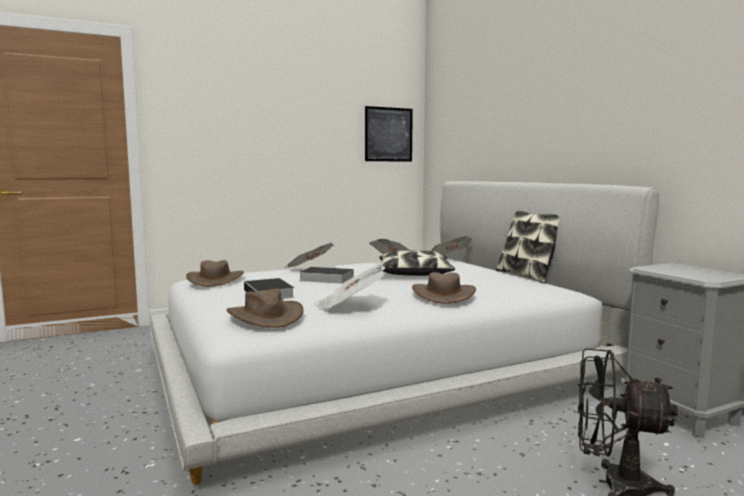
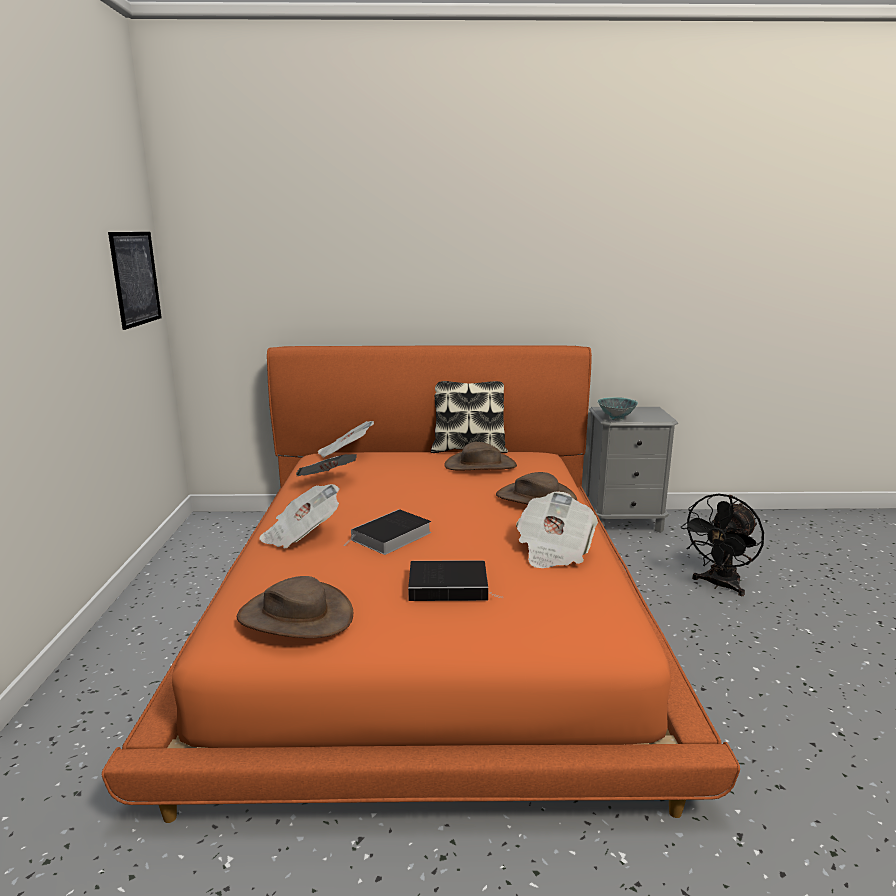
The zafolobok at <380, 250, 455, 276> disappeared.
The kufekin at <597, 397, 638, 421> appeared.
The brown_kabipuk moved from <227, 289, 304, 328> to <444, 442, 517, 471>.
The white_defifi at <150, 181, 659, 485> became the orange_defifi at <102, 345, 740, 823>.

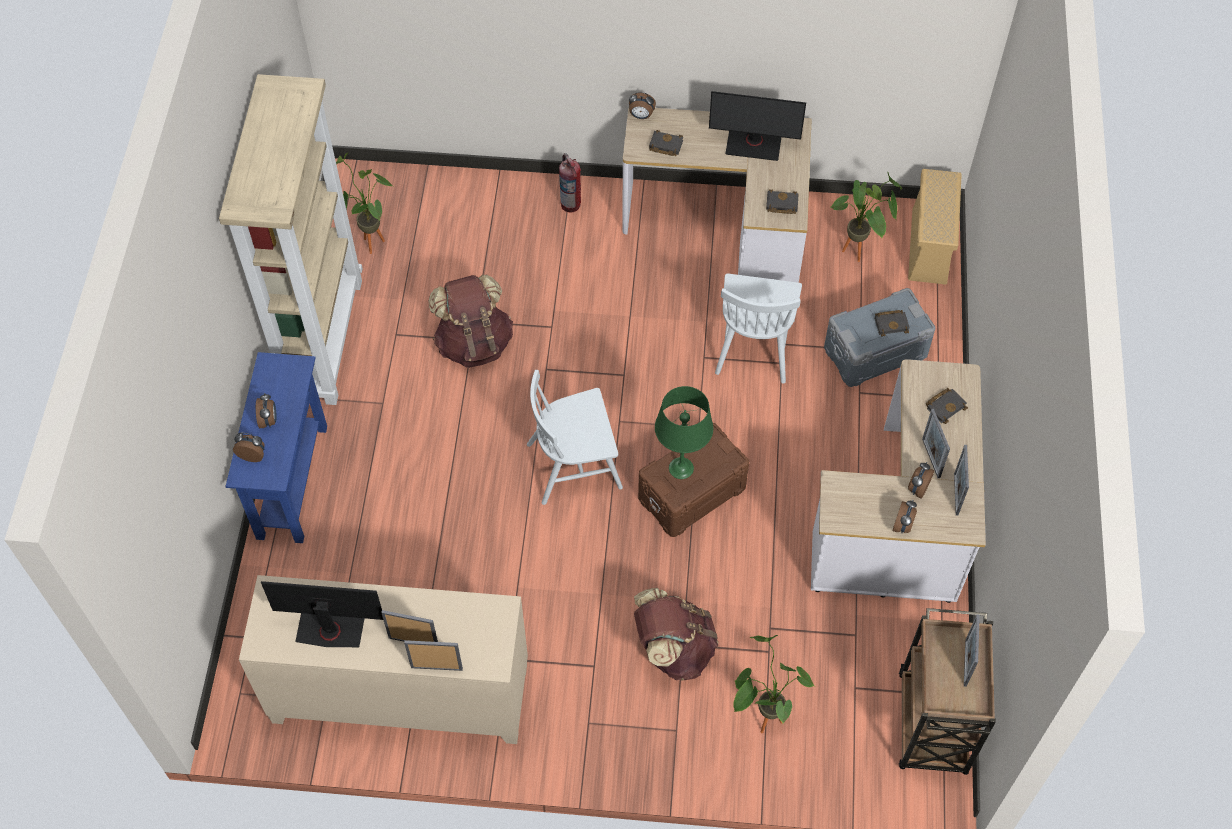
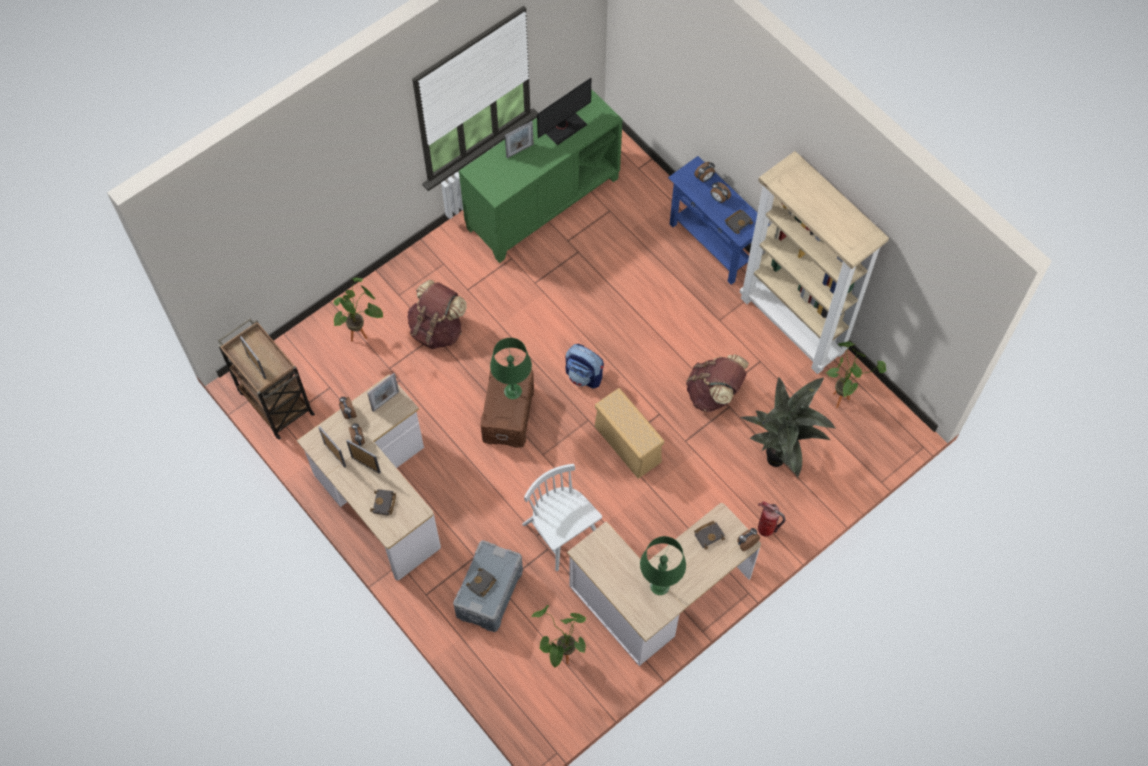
The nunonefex at <740, 377, 835, 478> appeared.
The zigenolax moved from <404, 640, 463, 671> to <367, 373, 399, 412>.
The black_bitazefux moved from <766, 189, 799, 214> to <725, 210, 753, 234>.
The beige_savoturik moved from <908, 169, 962, 285> to <594, 388, 664, 478>.
The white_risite at <527, 370, 623, 505> was replaced by the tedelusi at <566, 344, 604, 389>.
The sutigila at <709, 91, 806, 161> was replaced by the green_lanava at <640, 536, 686, 595>.
The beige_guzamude at <239, 575, 528, 744> became the green_guzamude at <459, 89, 622, 263>.

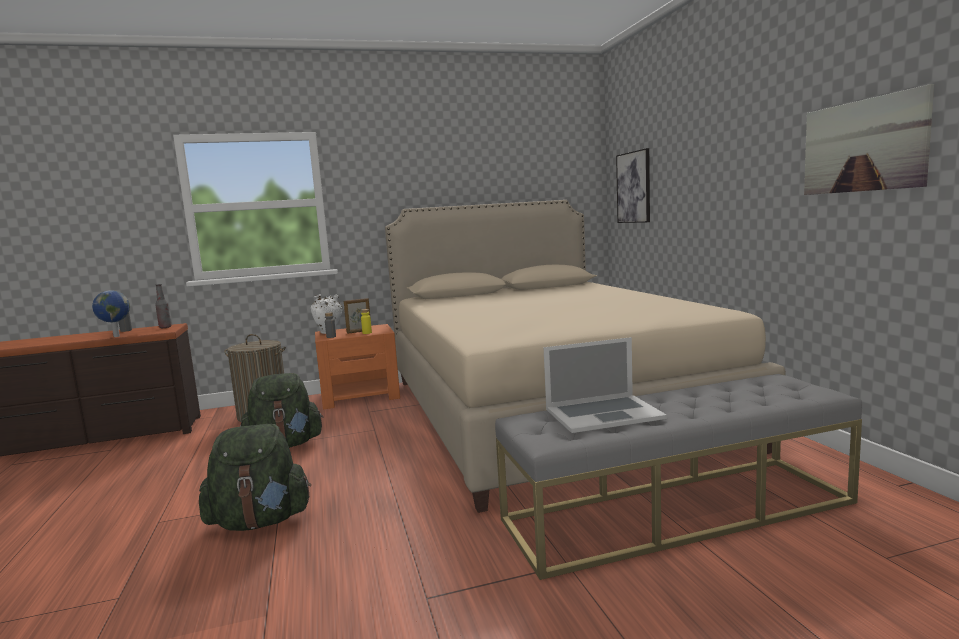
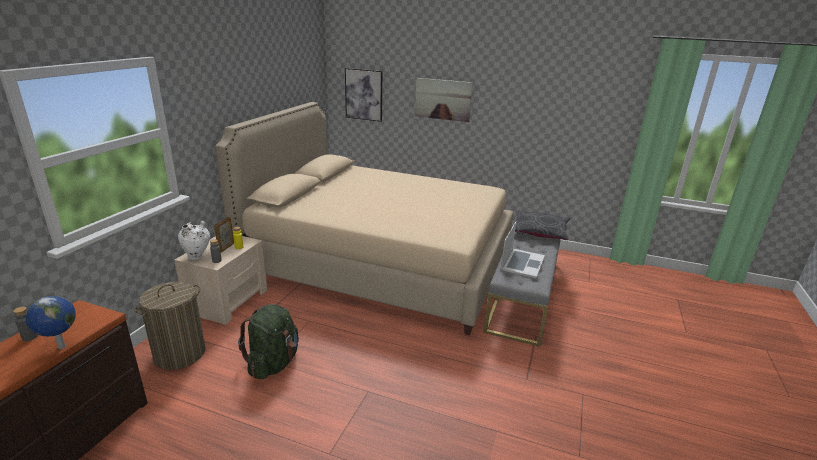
The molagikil at <155, 284, 172, 328> disappeared.
The green_tedelusi at <199, 424, 311, 531> disappeared.
The grey_zafolobok at <515, 210, 570, 240> appeared.
The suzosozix moved from <804, 84, 934, 195> to <415, 78, 473, 122>.
The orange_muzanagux at <315, 324, 400, 409> became the beige_muzanagux at <174, 236, 267, 325>.

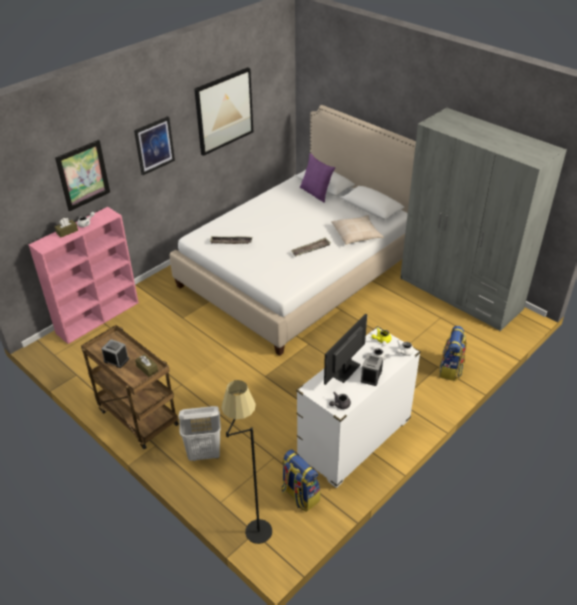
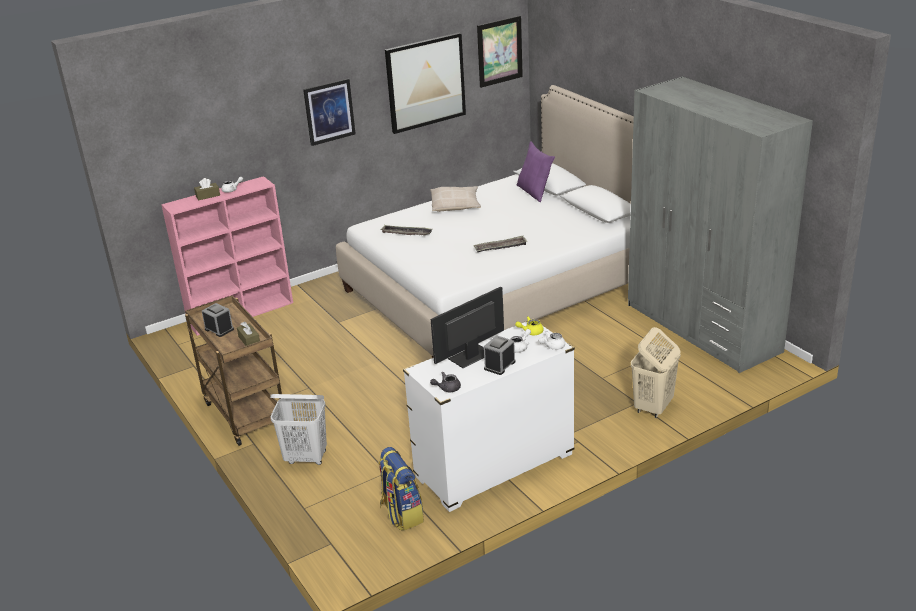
The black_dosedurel at <221, 380, 272, 544> disappeared.
The suzosozix moved from <55, 140, 110, 211> to <477, 16, 523, 88>.
The beige_zafolobok moved from <332, 215, 384, 245> to <430, 186, 481, 212>.
The tedelusi at <439, 326, 466, 381> was replaced by the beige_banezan at <631, 327, 681, 418>.

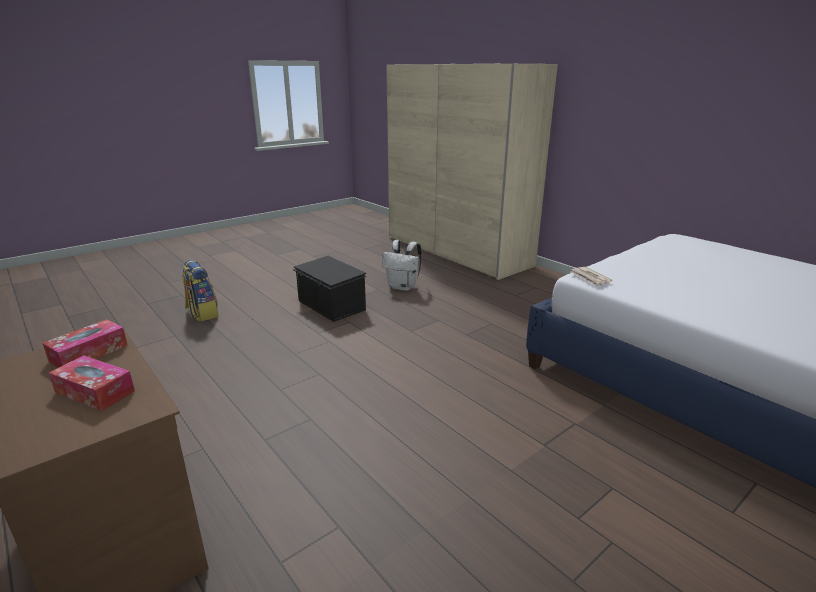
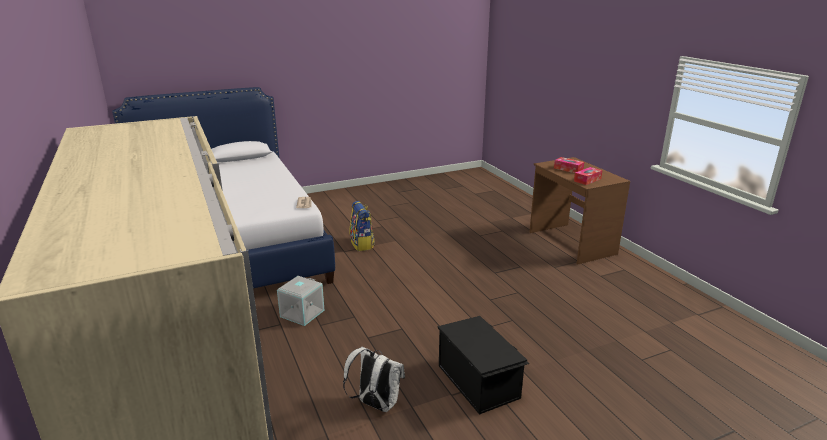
The grey_savoturik at <277, 276, 324, 326> appeared.
The tedelusi moved from <183, 259, 219, 322> to <350, 201, 375, 251>.

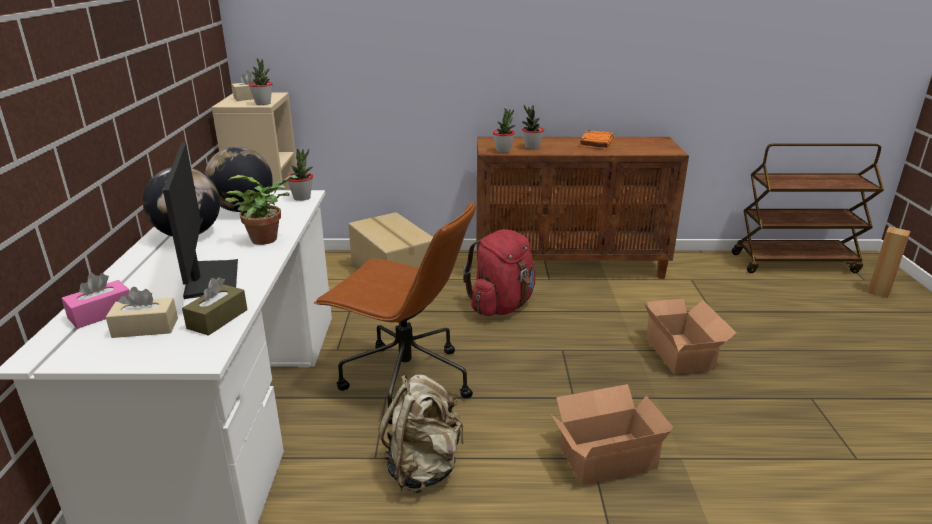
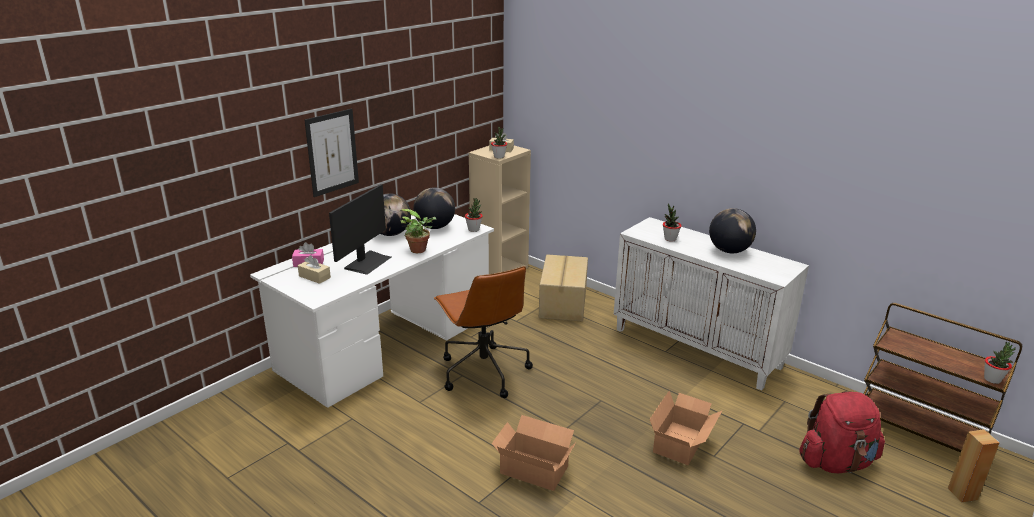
The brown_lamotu at <182, 277, 248, 336> disappeared.
The beige_tedelusi at <379, 374, 464, 493> disappeared.
The suzosozix at <305, 109, 359, 197> appeared.
The red_tedelusi moved from <463, 229, 536, 316> to <799, 391, 885, 473>.
The nunonefex moved from <493, 108, 515, 153> to <984, 342, 1016, 384>.
The orange_bitazefux at <580, 130, 614, 149> was replaced by the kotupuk at <709, 208, 756, 253>.
The brown_guzamude at <476, 137, 689, 279> became the white_guzamude at <614, 217, 809, 391>.

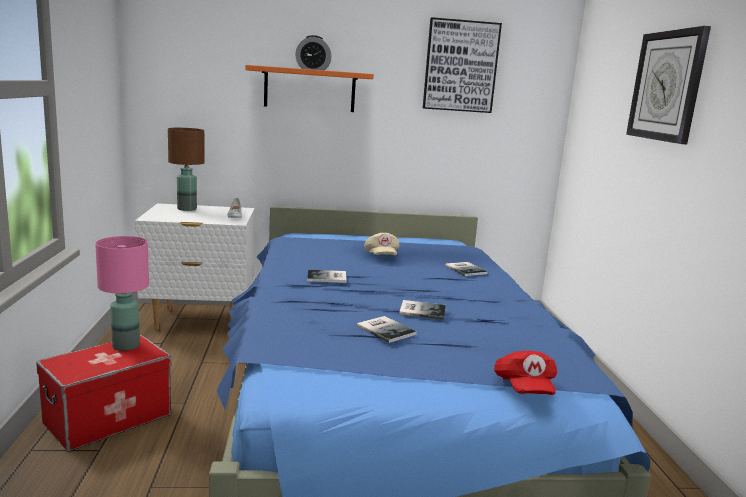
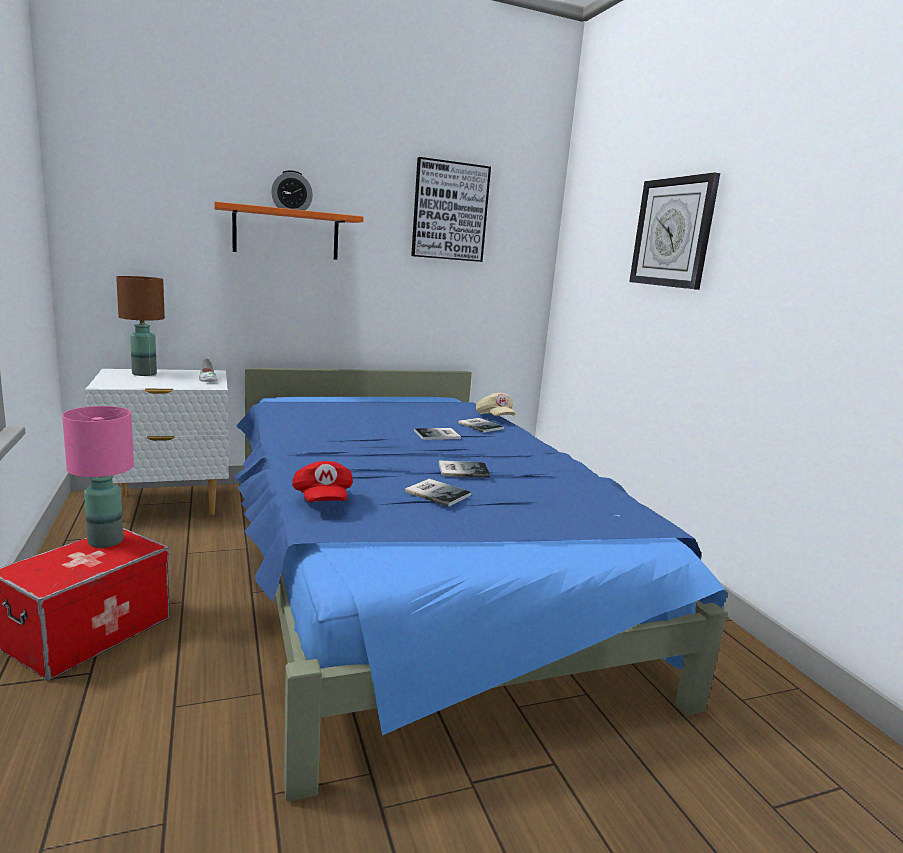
The bitazefux moved from <307, 270, 347, 283> to <414, 428, 461, 440>.
The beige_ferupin moved from <364, 233, 400, 255> to <476, 393, 516, 416>.
The red_ferupin moved from <494, 351, 557, 395> to <292, 461, 353, 502>.

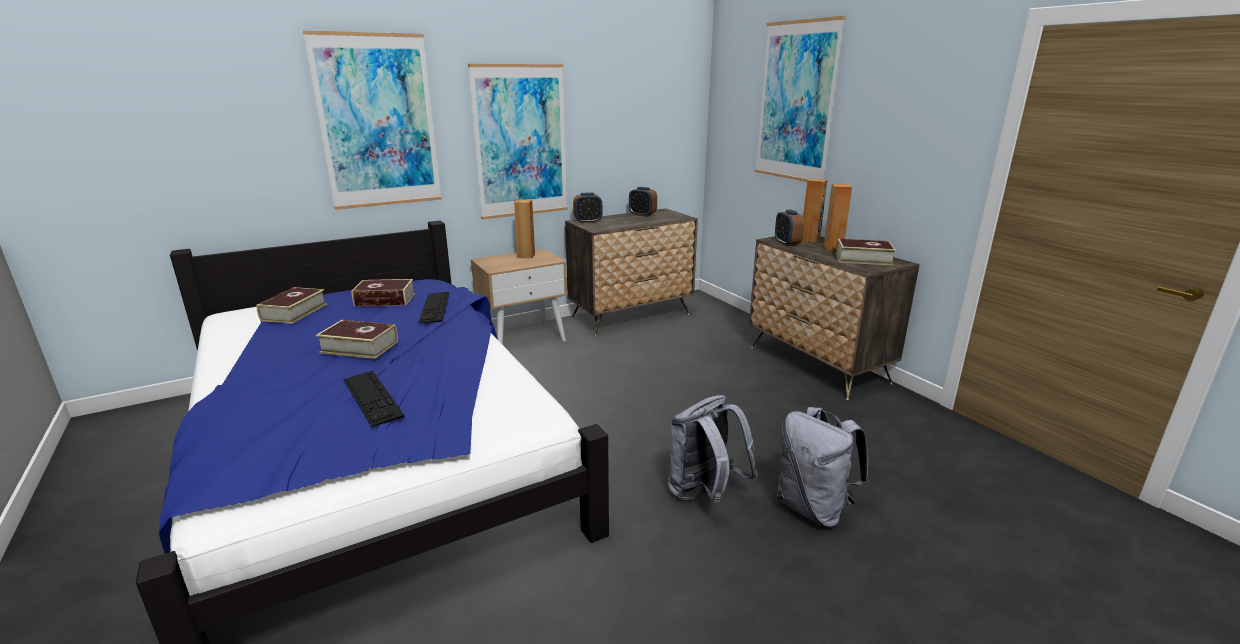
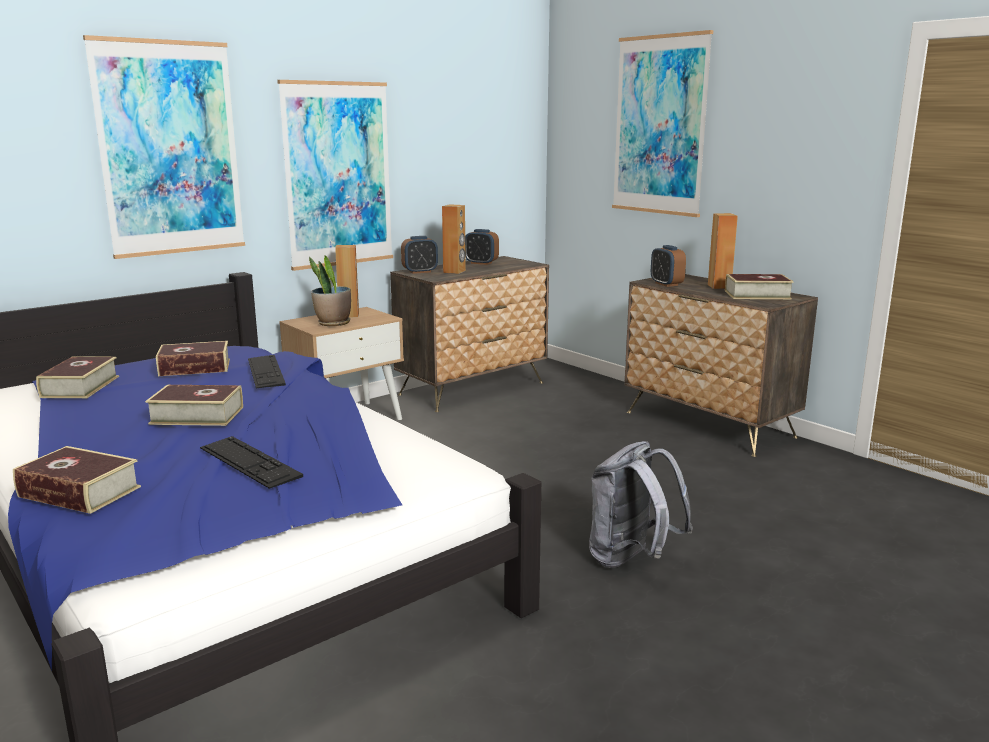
The grey_tedelusi at <777, 407, 869, 528> disappeared.
The bitazefux at <13, 446, 141, 514> appeared.
The nunonefex at <309, 255, 351, 326> appeared.
The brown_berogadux moved from <802, 178, 828, 243> to <442, 204, 466, 274>.

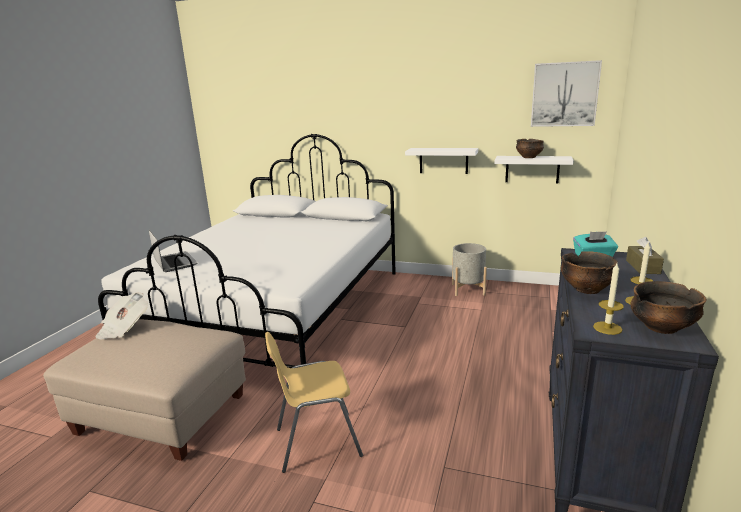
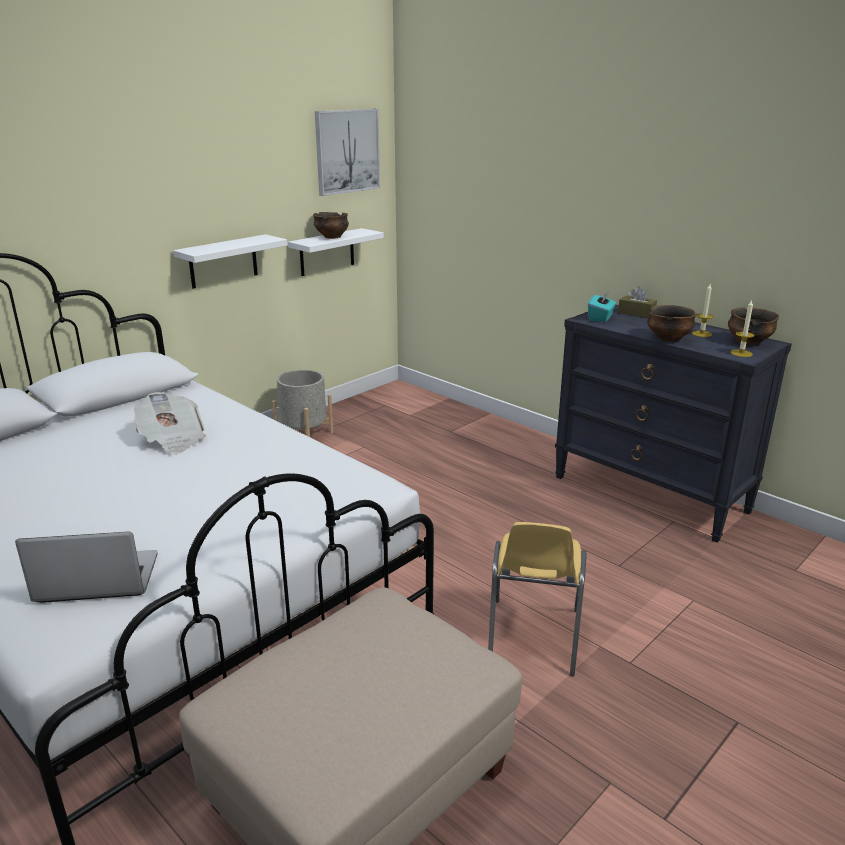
The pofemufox moved from <95, 292, 148, 339> to <134, 392, 206, 455>.

